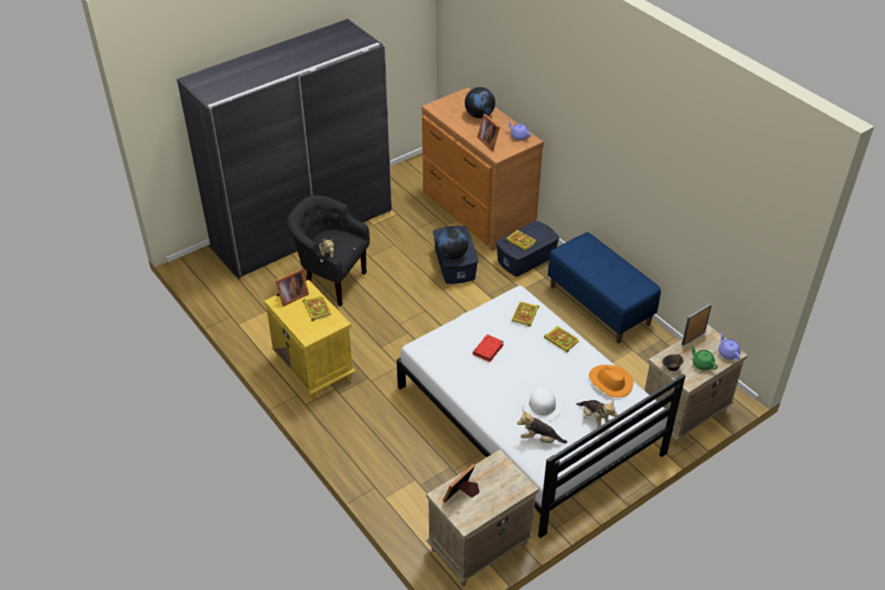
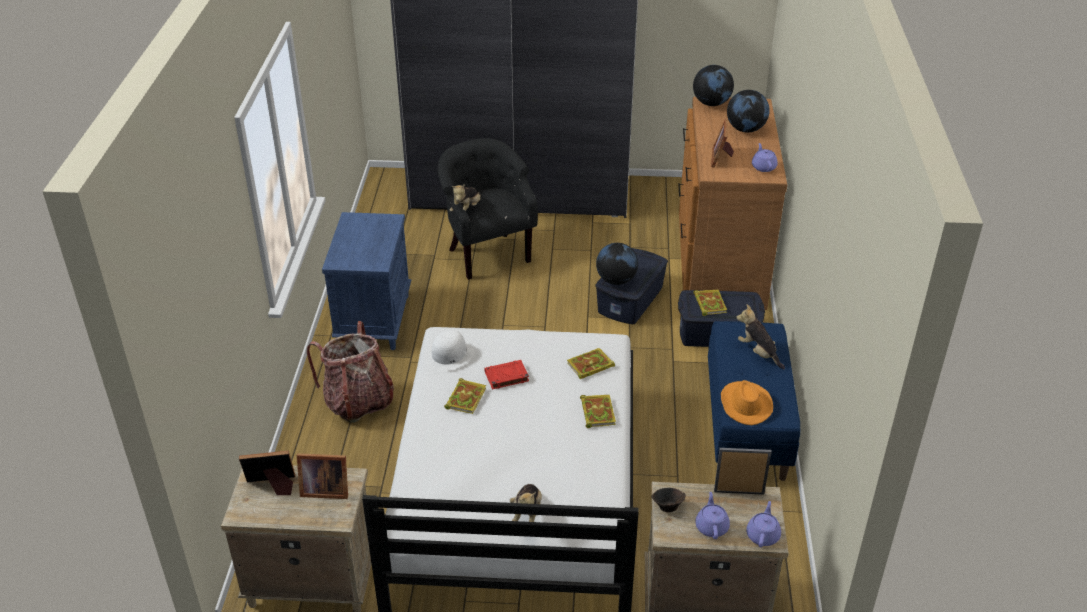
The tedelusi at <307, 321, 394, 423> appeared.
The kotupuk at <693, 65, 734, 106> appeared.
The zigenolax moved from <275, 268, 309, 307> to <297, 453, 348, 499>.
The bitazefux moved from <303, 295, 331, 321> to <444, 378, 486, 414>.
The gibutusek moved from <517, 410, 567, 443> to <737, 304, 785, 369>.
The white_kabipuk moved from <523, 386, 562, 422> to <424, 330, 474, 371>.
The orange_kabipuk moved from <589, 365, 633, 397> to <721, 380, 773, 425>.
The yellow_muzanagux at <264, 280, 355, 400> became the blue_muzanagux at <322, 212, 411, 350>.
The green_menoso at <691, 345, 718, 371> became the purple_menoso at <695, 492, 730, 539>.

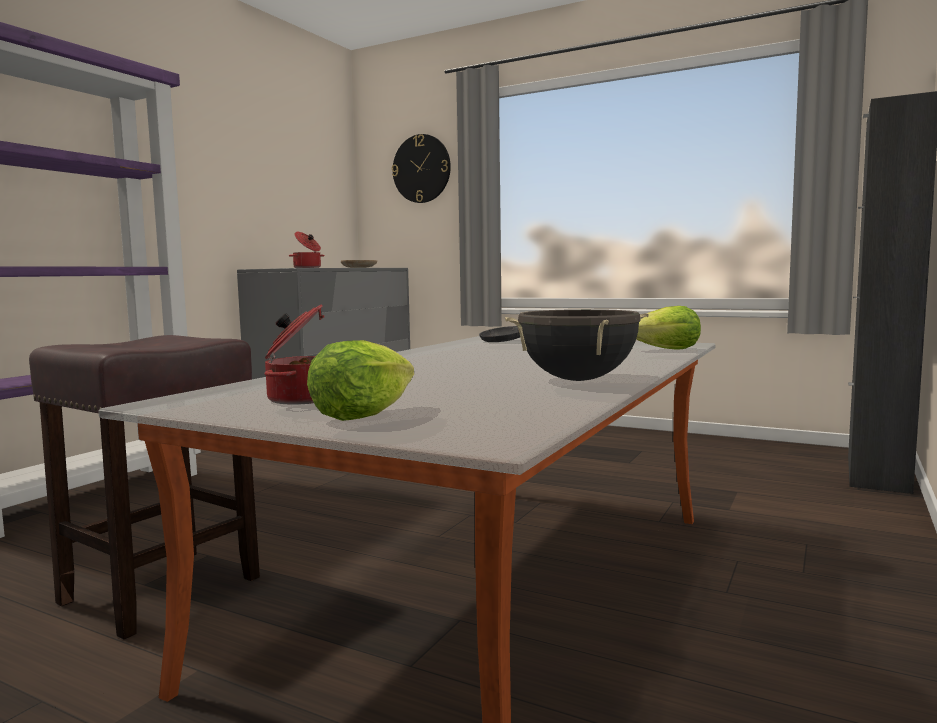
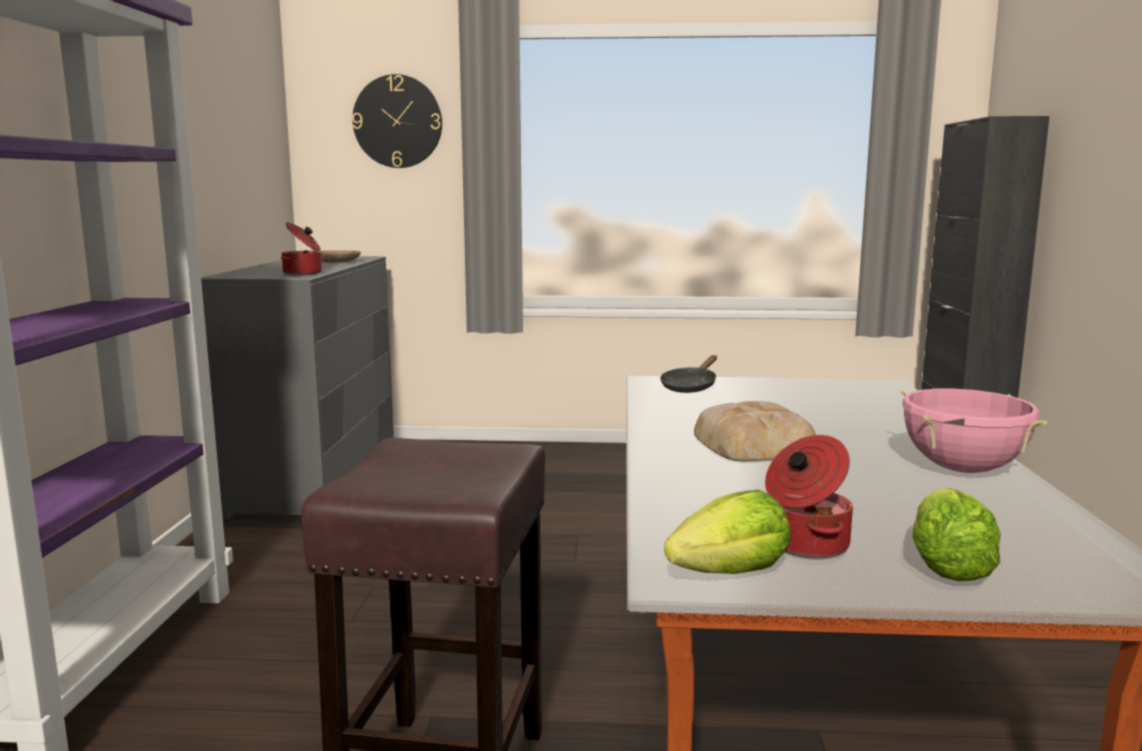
The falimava at <694, 401, 816, 461> appeared.
The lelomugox moved from <636, 306, 701, 350> to <664, 489, 791, 574>.
The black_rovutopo at <505, 309, 649, 381> became the pink_rovutopo at <900, 389, 1048, 473>.

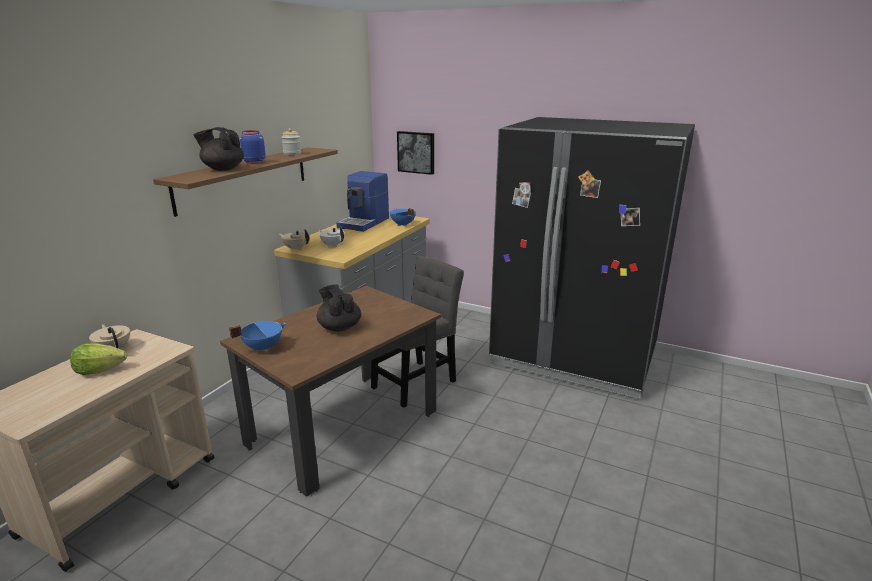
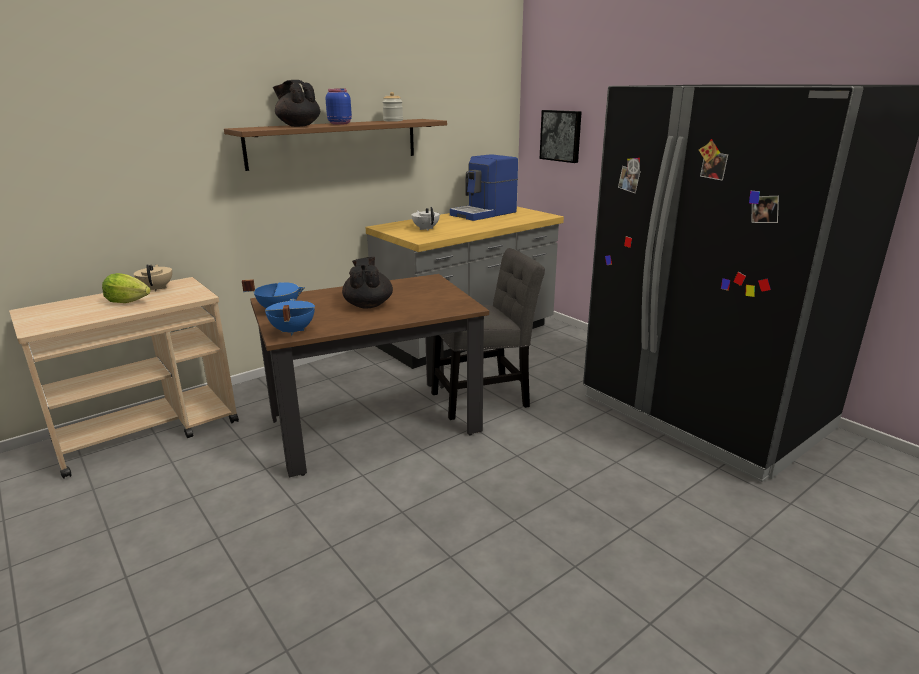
The beige_menoso at <279, 229, 309, 251> disappeared.
The blue_rovutopo moved from <390, 208, 416, 226> to <265, 299, 315, 335>.

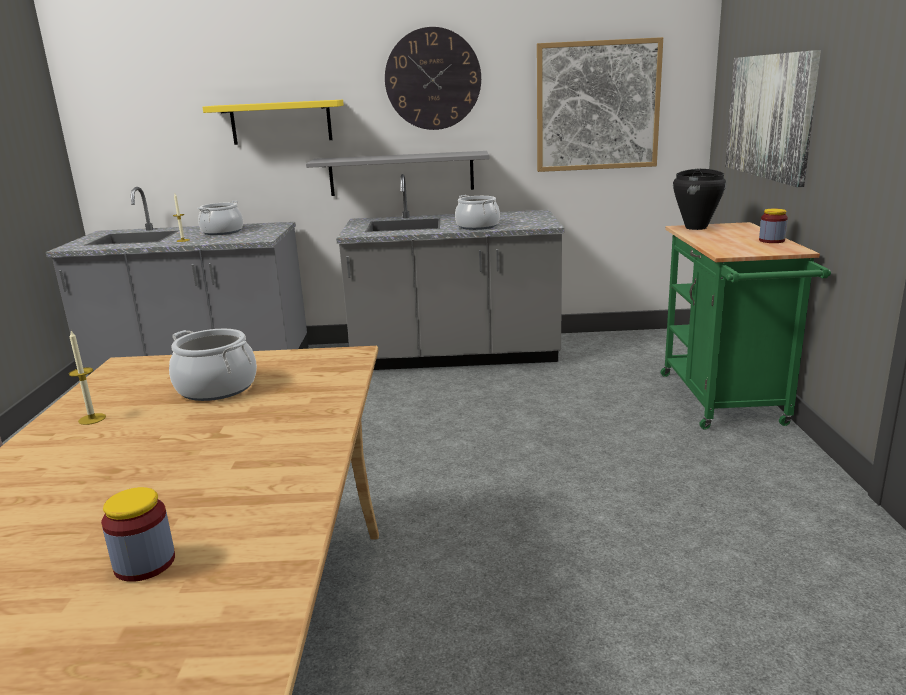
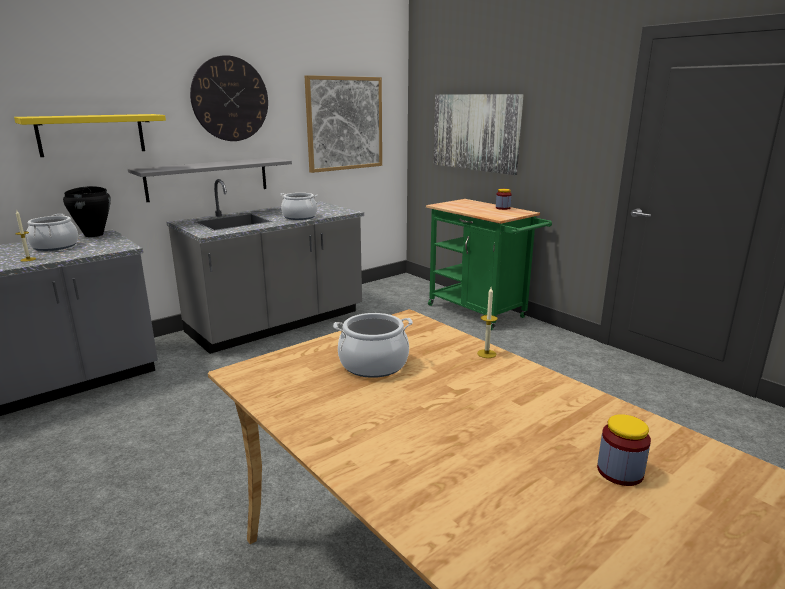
The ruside moved from <69, 331, 106, 425> to <477, 287, 498, 358>.
The black_rovutopo moved from <673, 169, 726, 230> to <63, 186, 111, 237>.

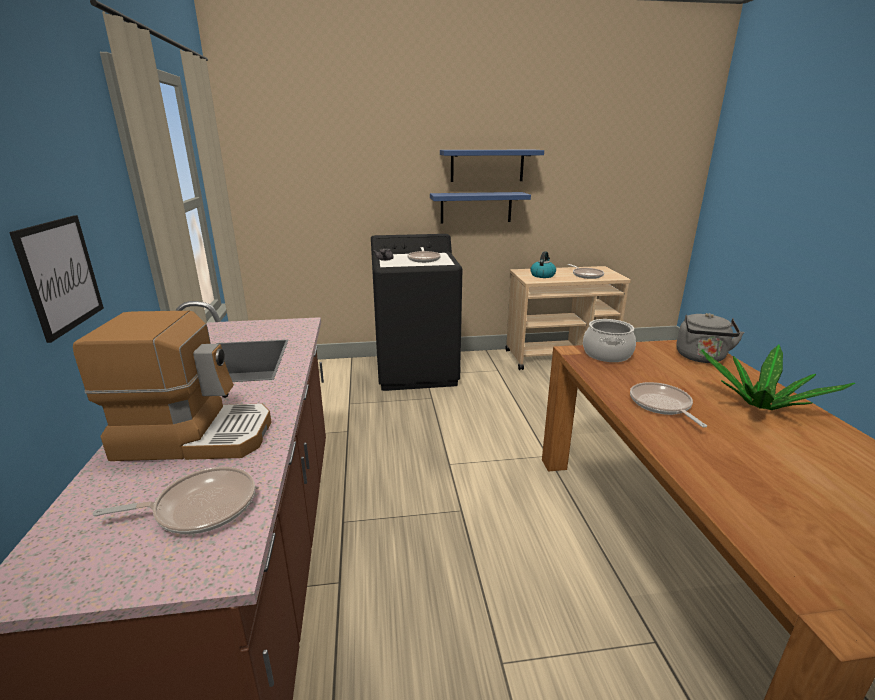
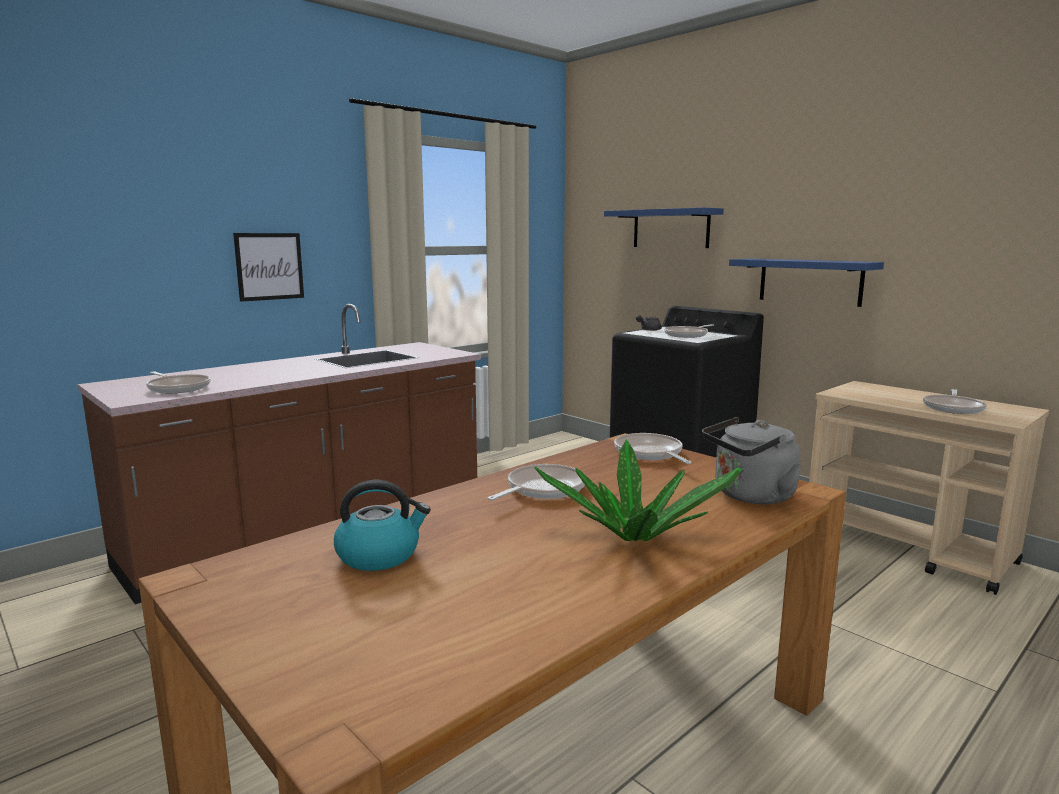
The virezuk at <73, 311, 272, 461> disappeared.
The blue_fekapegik moved from <440, 150, 544, 182> to <604, 207, 724, 248>.
The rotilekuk moved from <530, 251, 556, 278> to <334, 480, 431, 571>.
The rovutopo at <583, 319, 636, 362> was replaced by the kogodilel at <614, 433, 692, 464>.

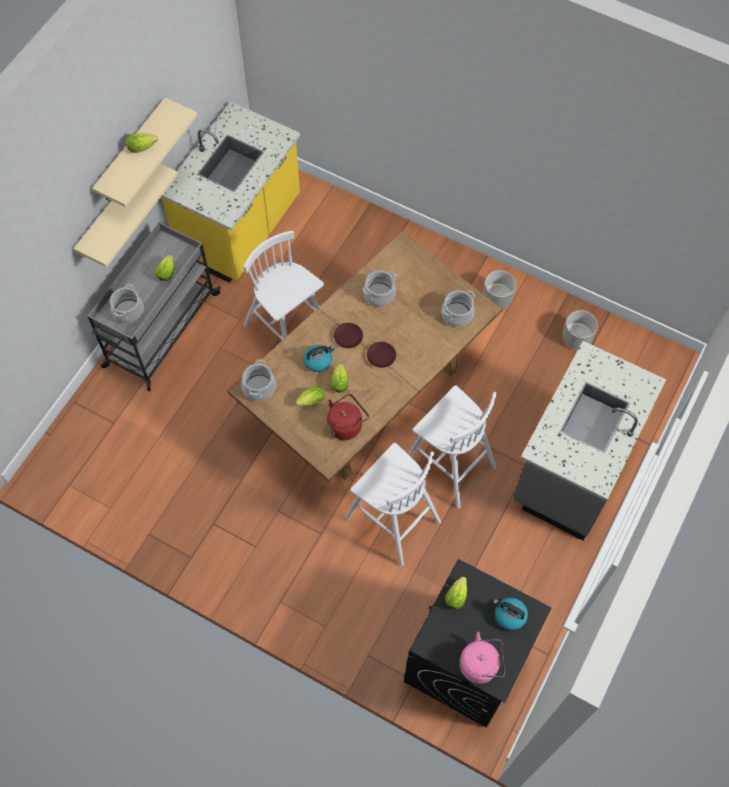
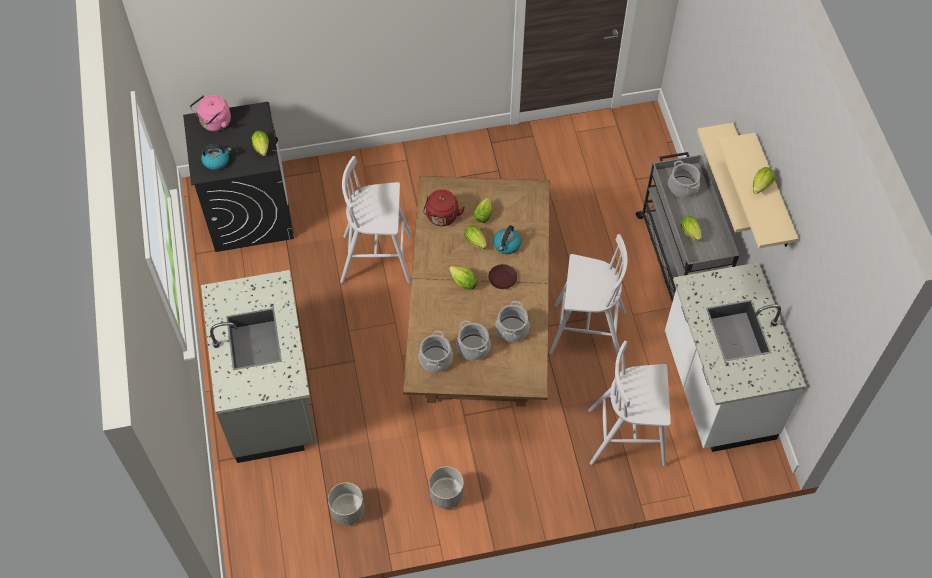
The rovutopo moved from <242, 359, 276, 401> to <456, 320, 491, 360>.
The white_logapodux moved from <408, 385, 497, 509> to <588, 341, 671, 466>.
The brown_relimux at <367, 342, 396, 368> was replaced by the lelomugox at <449, 266, 478, 290>.
The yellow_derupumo at <161, 102, 300, 283> became the white_derupumo at <665, 262, 806, 452>.

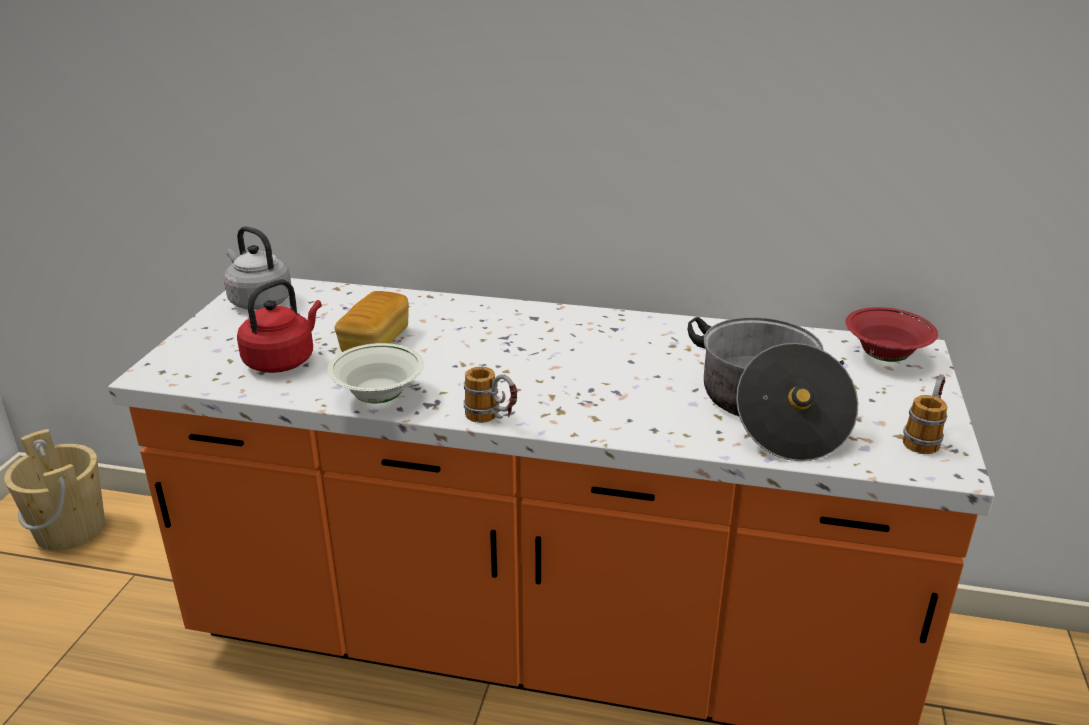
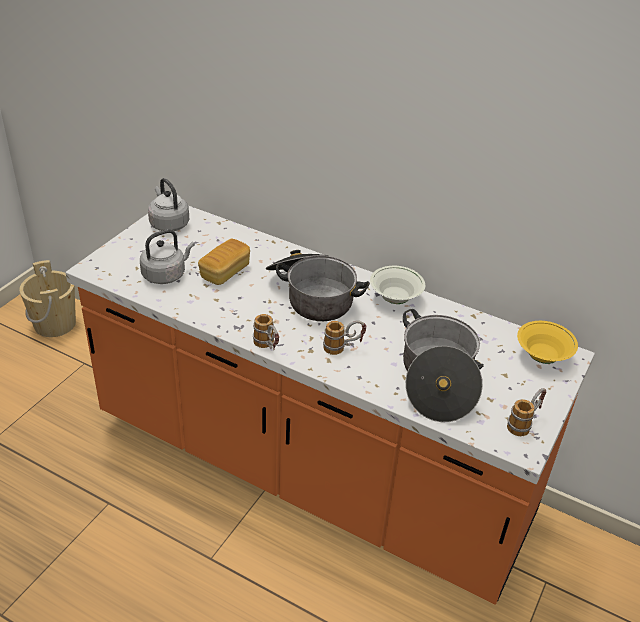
The rovutopo at <266, 250, 370, 321> appeared.
The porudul at <323, 320, 366, 355> appeared.
The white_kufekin moved from <327, 343, 424, 404> to <370, 266, 425, 304>.
The red_rotilekuk at <237, 279, 322, 373> became the grey_rotilekuk at <140, 229, 195, 284>.
The red_kufekin at <845, 307, 938, 362> became the yellow_kufekin at <517, 321, 578, 364>.

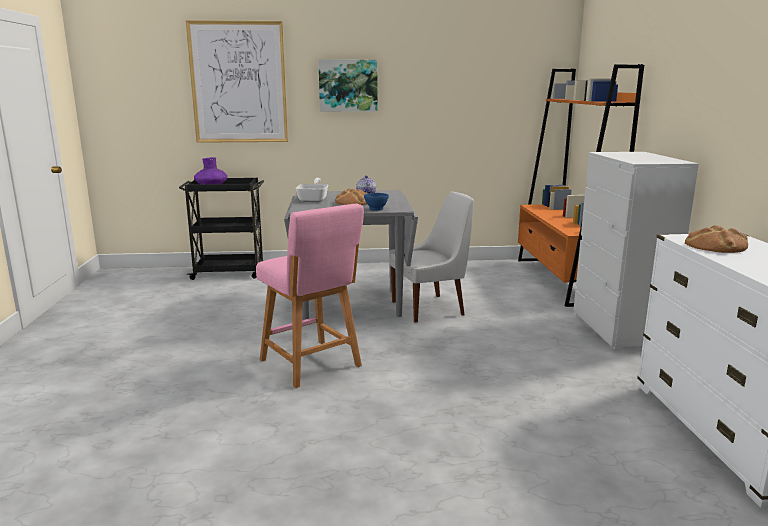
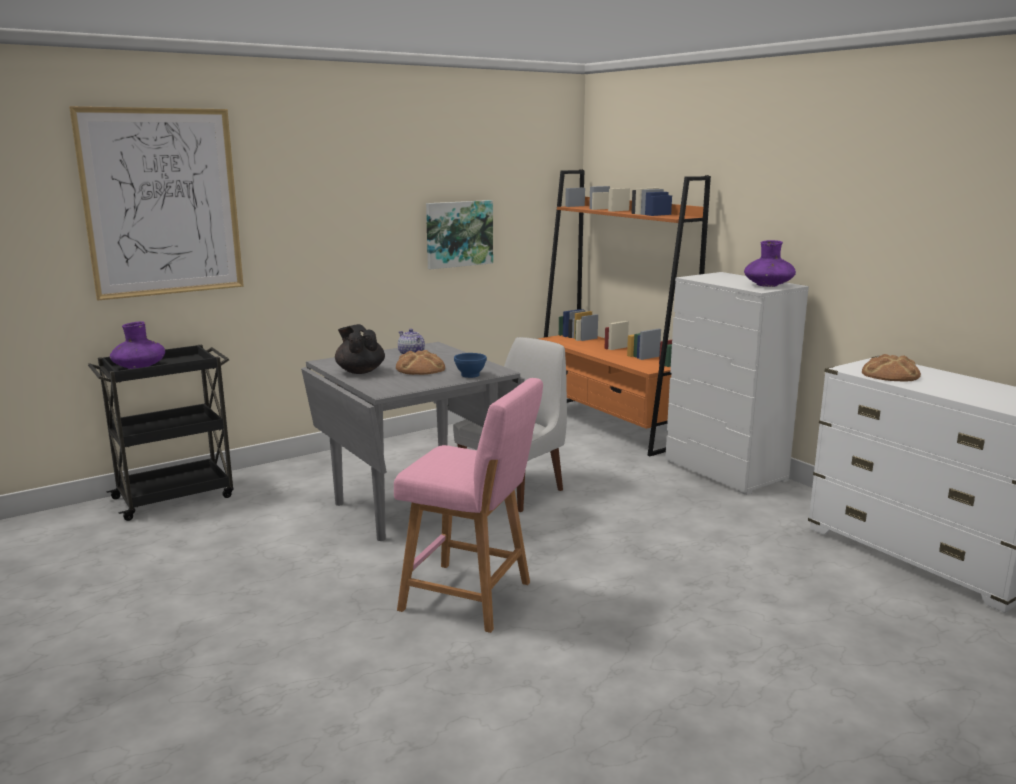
The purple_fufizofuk at <744, 240, 796, 287> appeared.
The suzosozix moved from <318, 59, 378, 112> to <426, 200, 493, 269>.
The kogodilel at <296, 178, 329, 202> was replaced by the black_menoso at <335, 324, 385, 374>.

